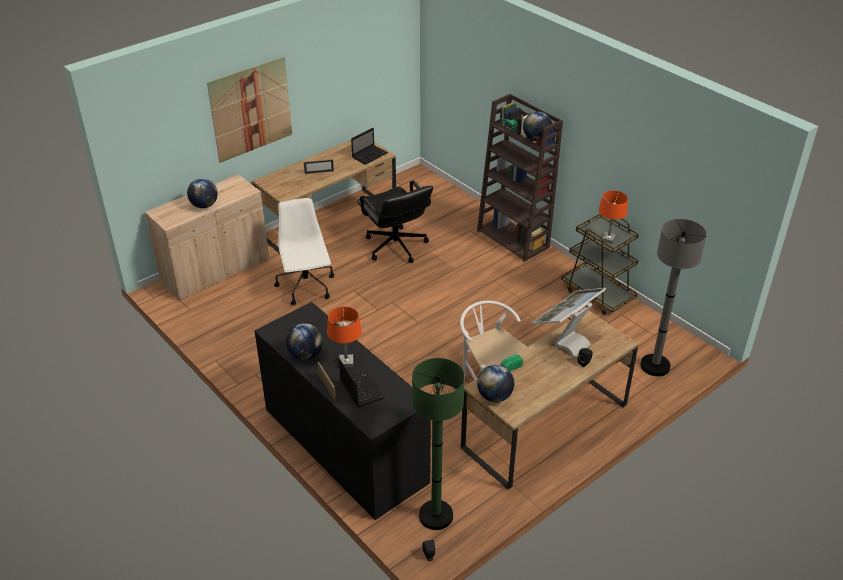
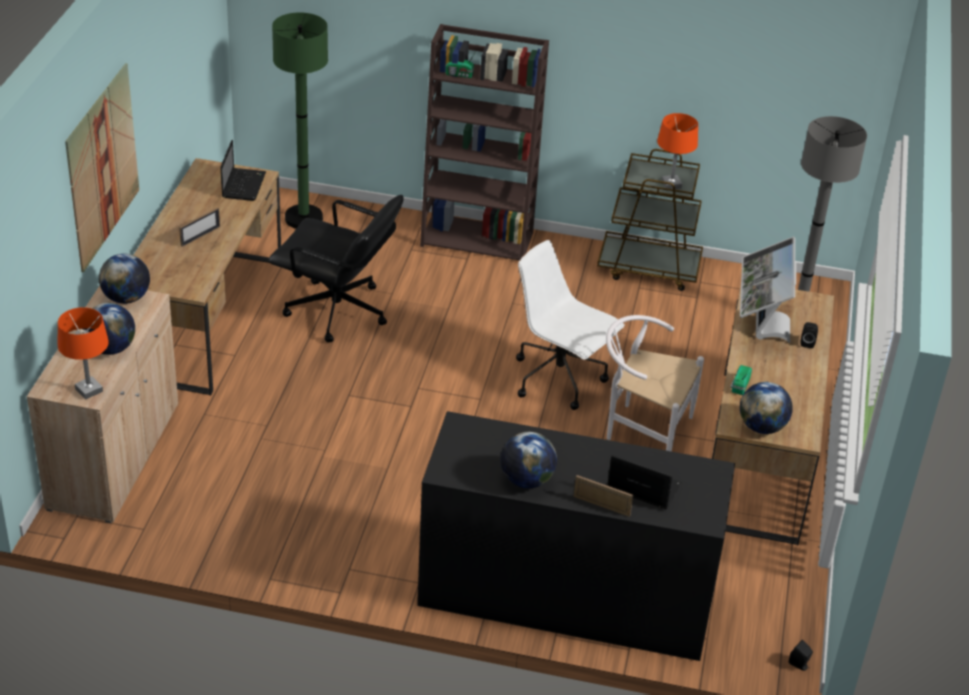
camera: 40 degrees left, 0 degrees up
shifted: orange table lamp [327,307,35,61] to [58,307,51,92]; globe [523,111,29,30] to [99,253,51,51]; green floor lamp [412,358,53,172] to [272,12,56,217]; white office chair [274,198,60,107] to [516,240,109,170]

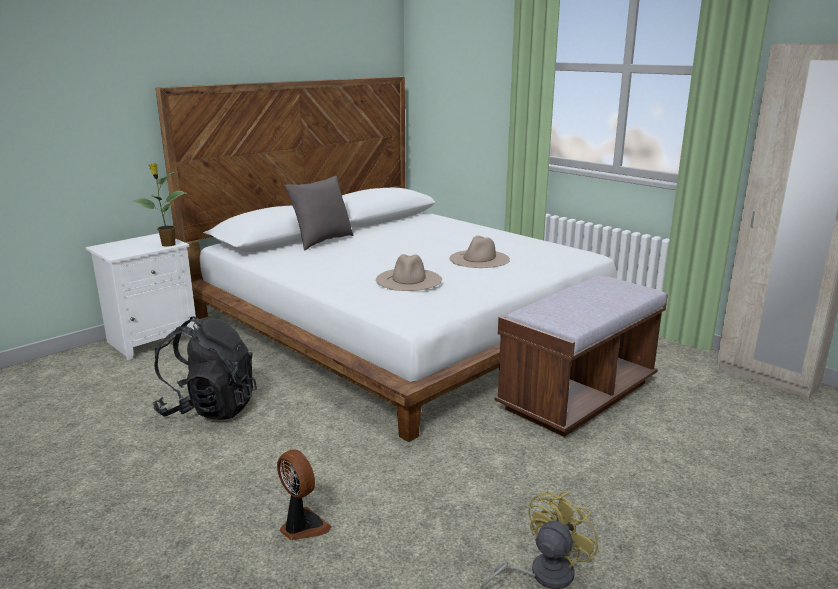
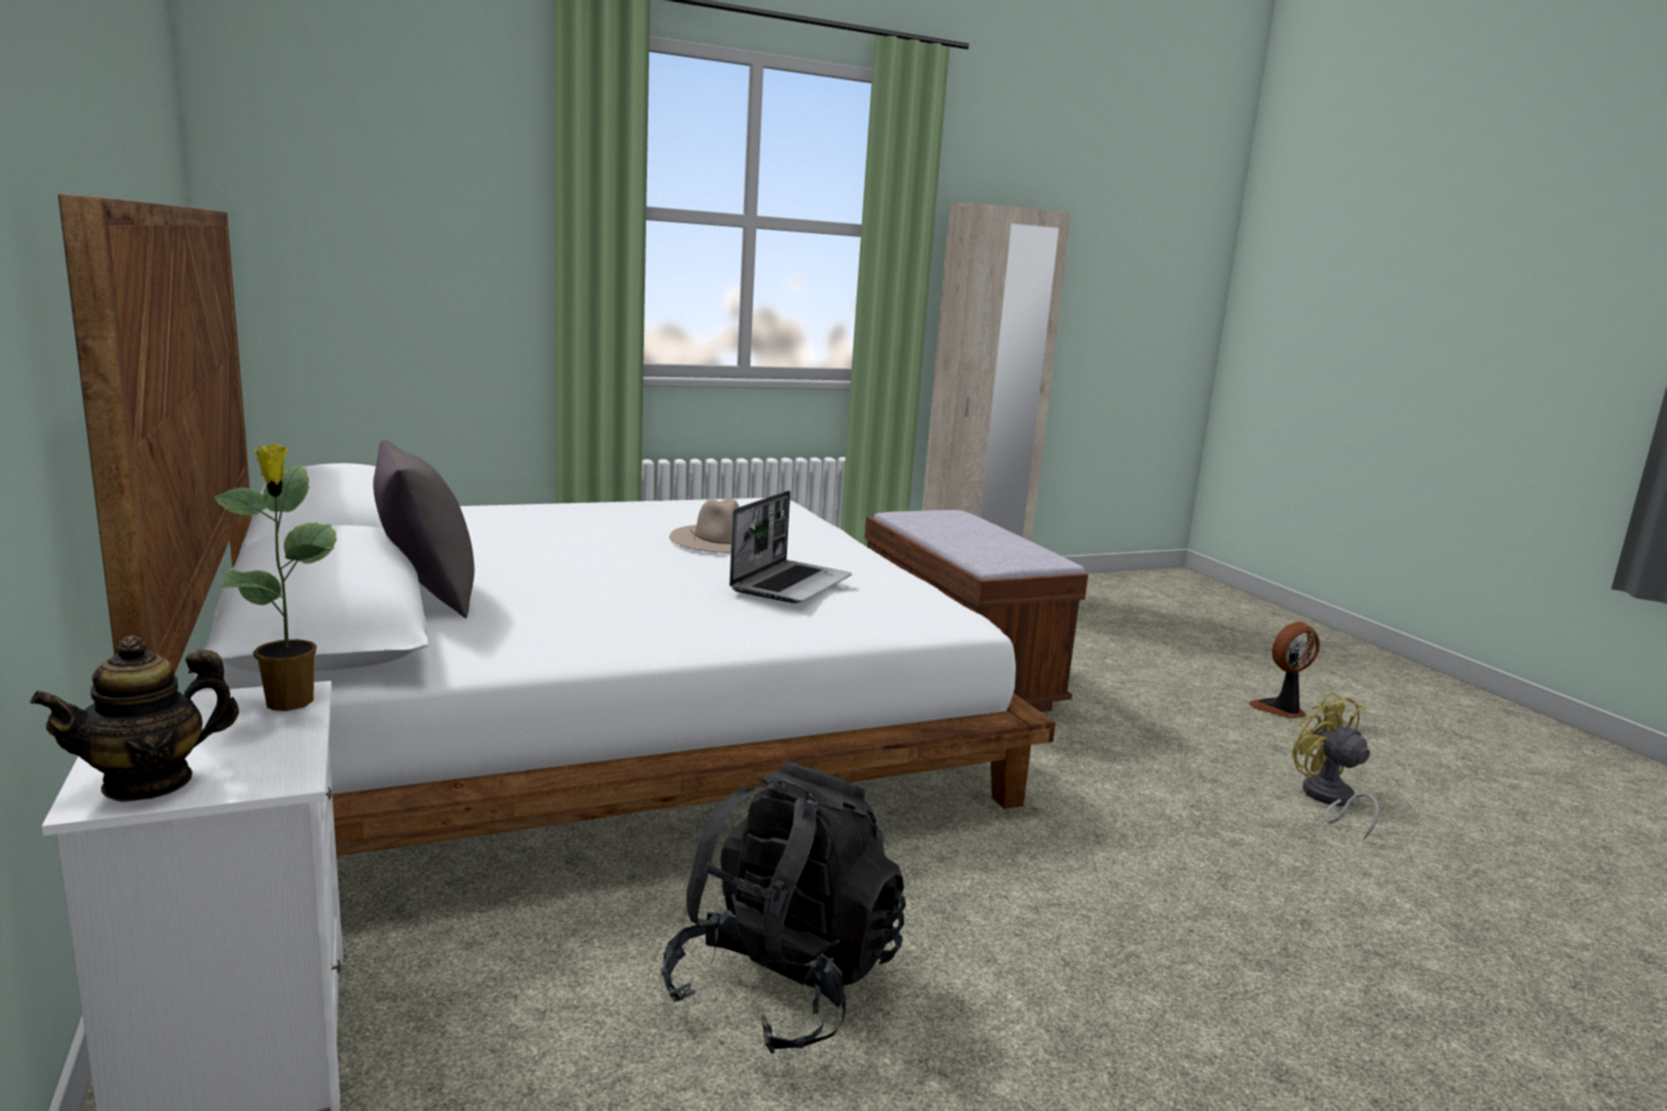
camera: 70 degrees left, 5 degrees down
new: teapot [30,636,209,166]
shifted: fan [277,449,55,91] to [1249,622,71,97]
swapped: beige hat [376,254,66,37] to laptop [730,491,122,112]

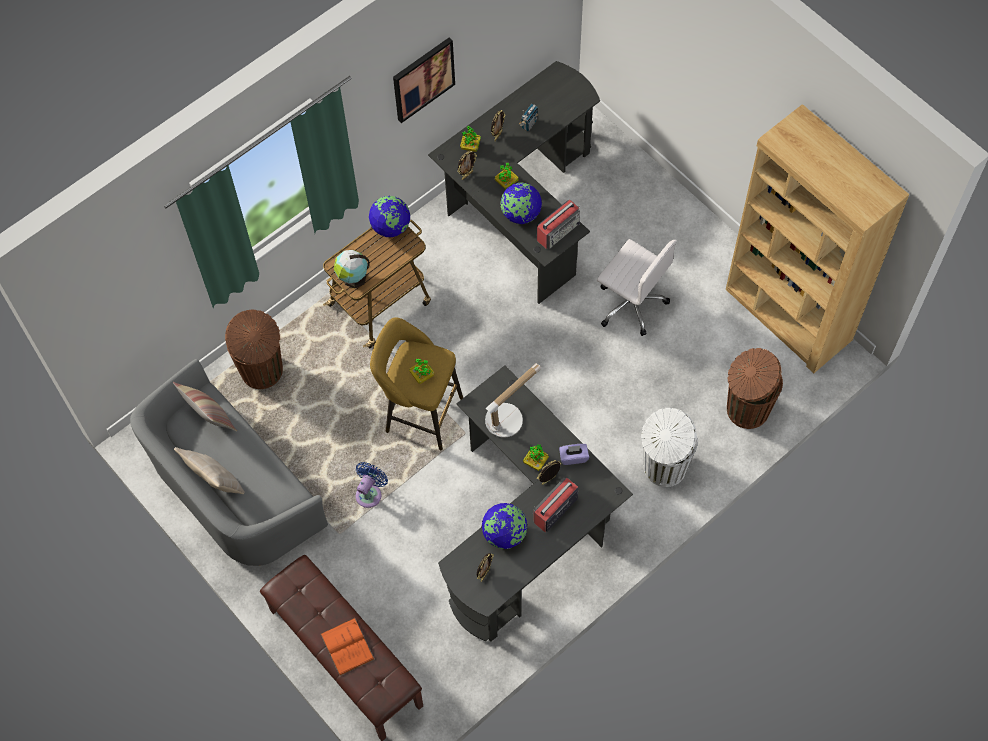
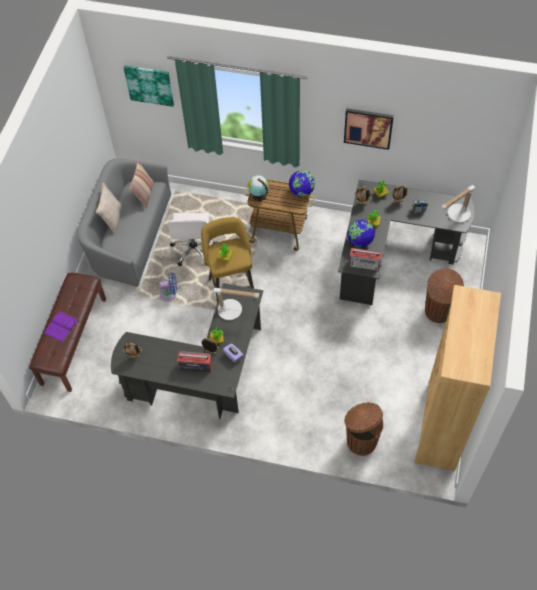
camera: 55 degrees right, 5 degrees down
gone: globe [482,503,45,46]; white trash can [641,408,57,79]
new: picture [123,65,51,42]; table lamp [441,185,34,38]
shifted: white office chair [597,239,80,97] to [167,213,50,53]; brown trash can [225,310,58,79] to [425,268,39,55]
repainted: orange book [321,618,54,58] to purple book [44,311,35,32]

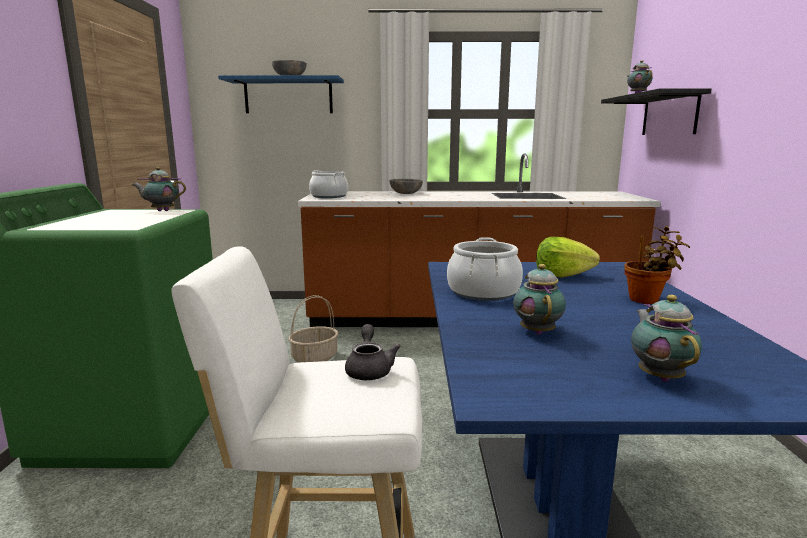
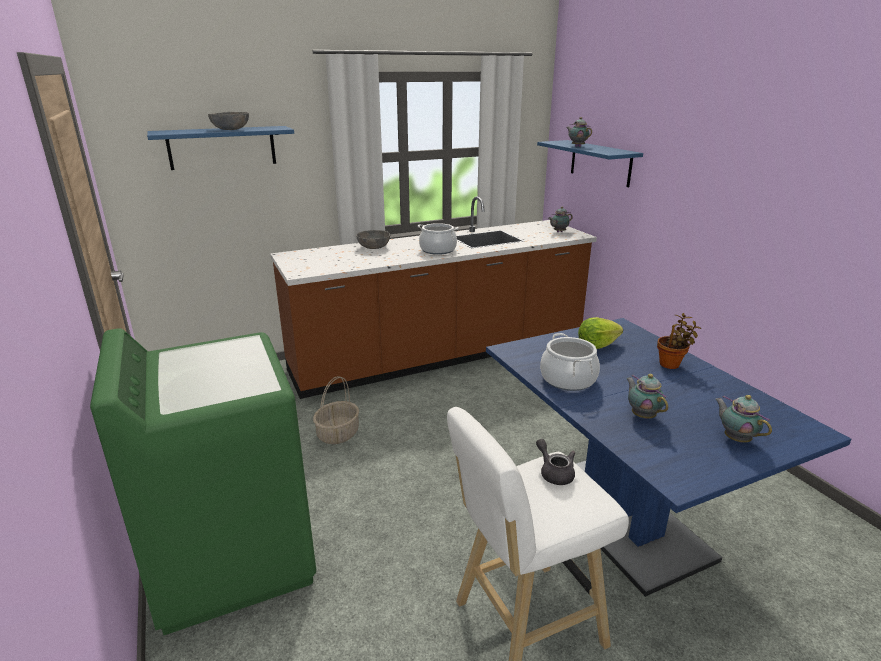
camera: 25 degrees left, 10 degrees up
shifted: cooking pot [309,170,39,28] to [418,223,41,32]; teapot [132,167,54,44] to [548,207,25,25]
repainted: black shelf [601,88,110,47] to blue shelf [537,140,106,47]

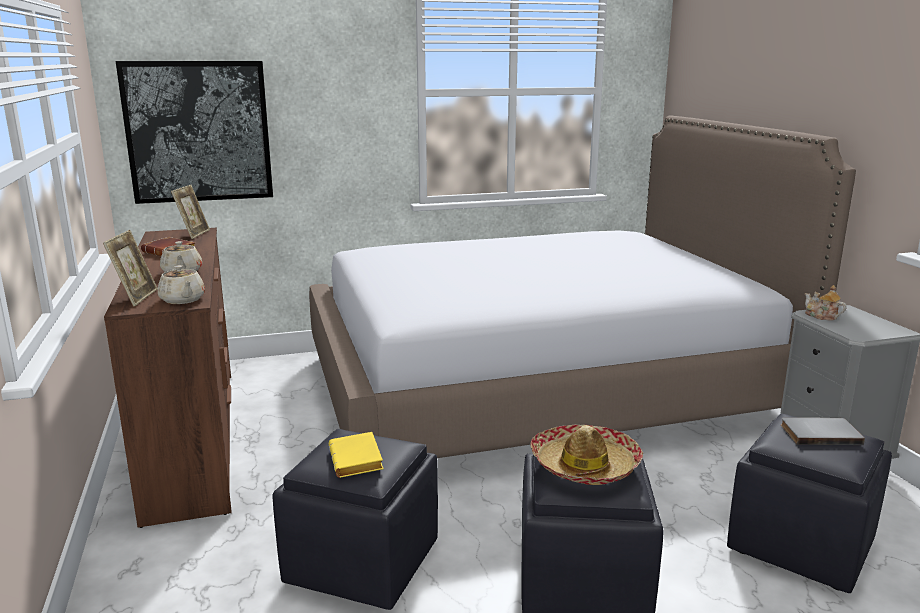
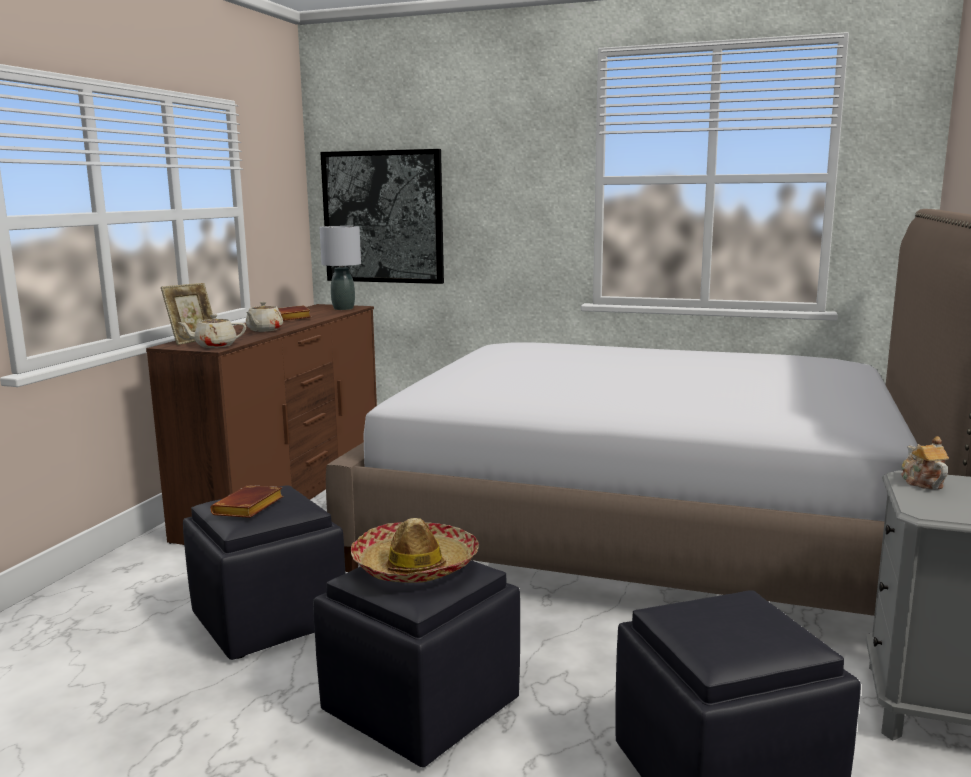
camera: 35 degrees right, 5 degrees down
gone: grey book [781,417,84,28]
swapped: picture frame [171,185,39,54] to grey table lamp [320,226,41,84]
repainted: yellow book [329,432,55,46] to brown book [210,485,73,33]
rotated: beige teapot [158,265,47,39] = [178,314,68,34] 75 degrees clockwise

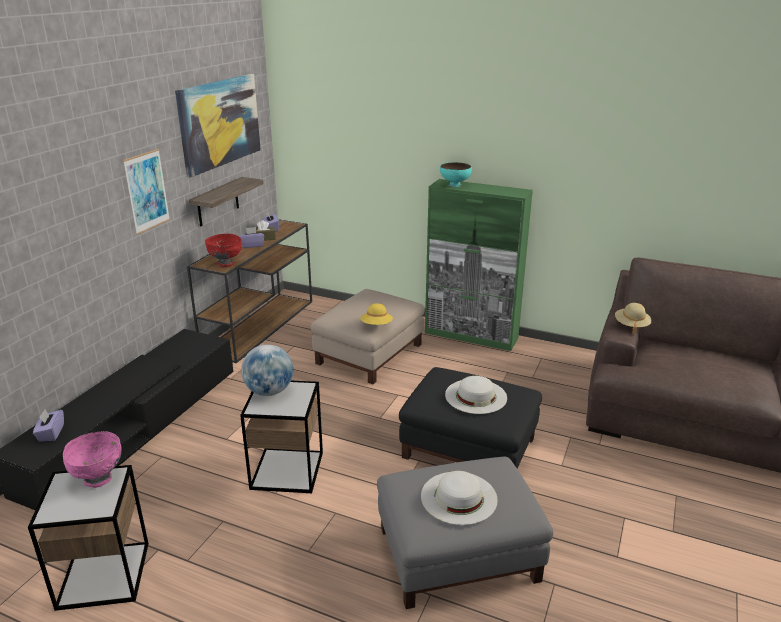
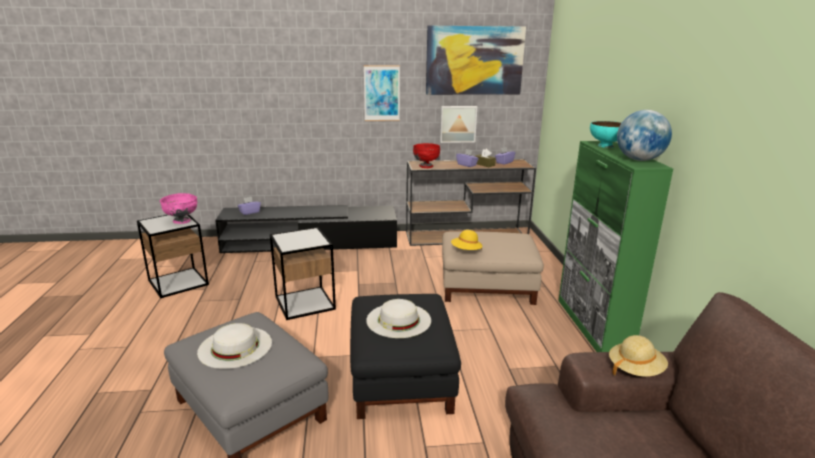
camera: 60 degrees right, 5 degrees down
shifted: globe [241,344,52,52] to [617,110,55,51]
swapped: shelf [189,177,74,50] to picture [440,106,37,37]

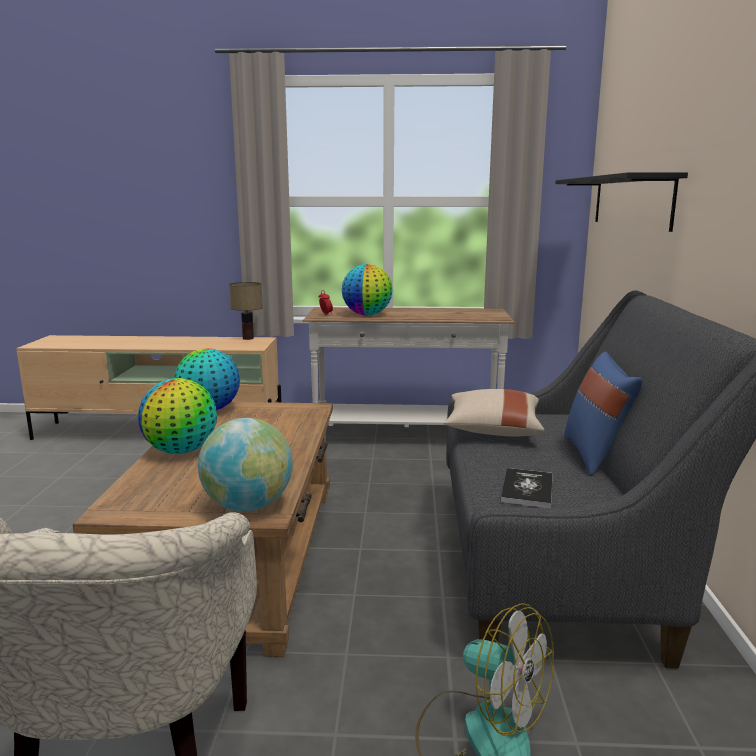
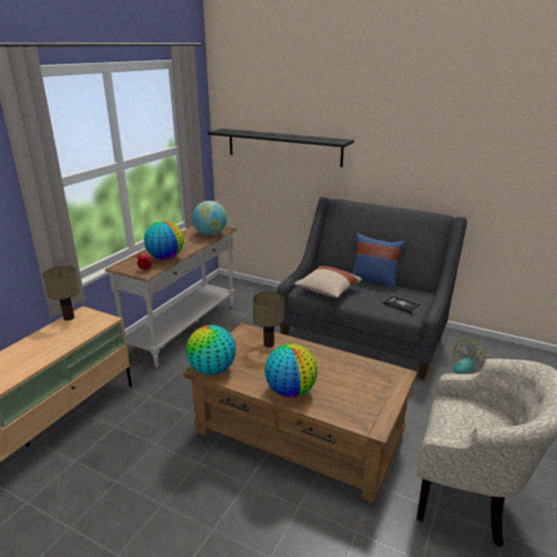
camera: 65 degrees left, 10 degrees up
new: table lamp [253,291,31,57]
shifted: globe [198,418,95,94] to [192,201,35,35]

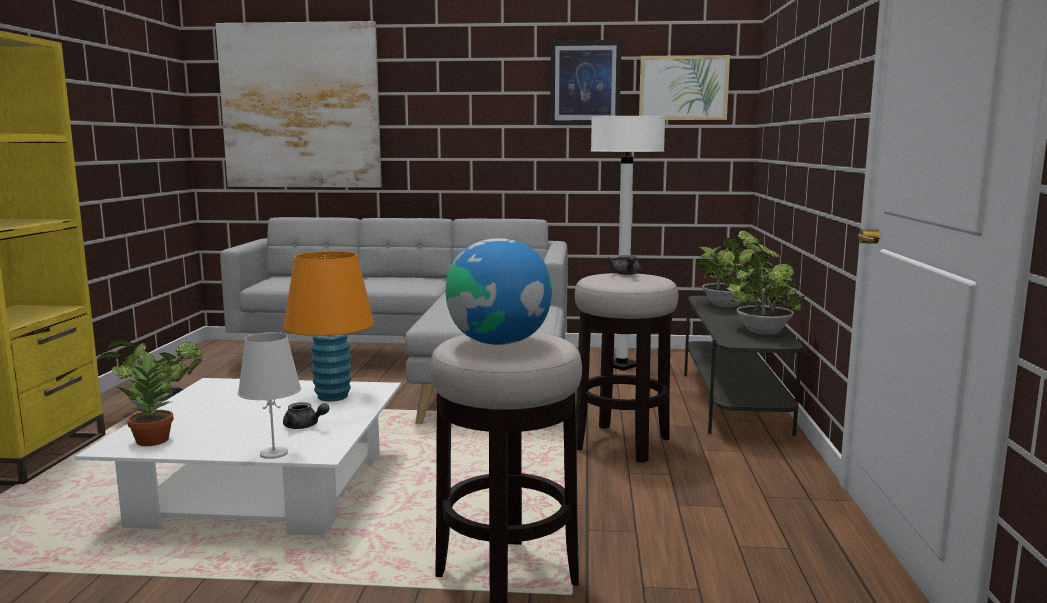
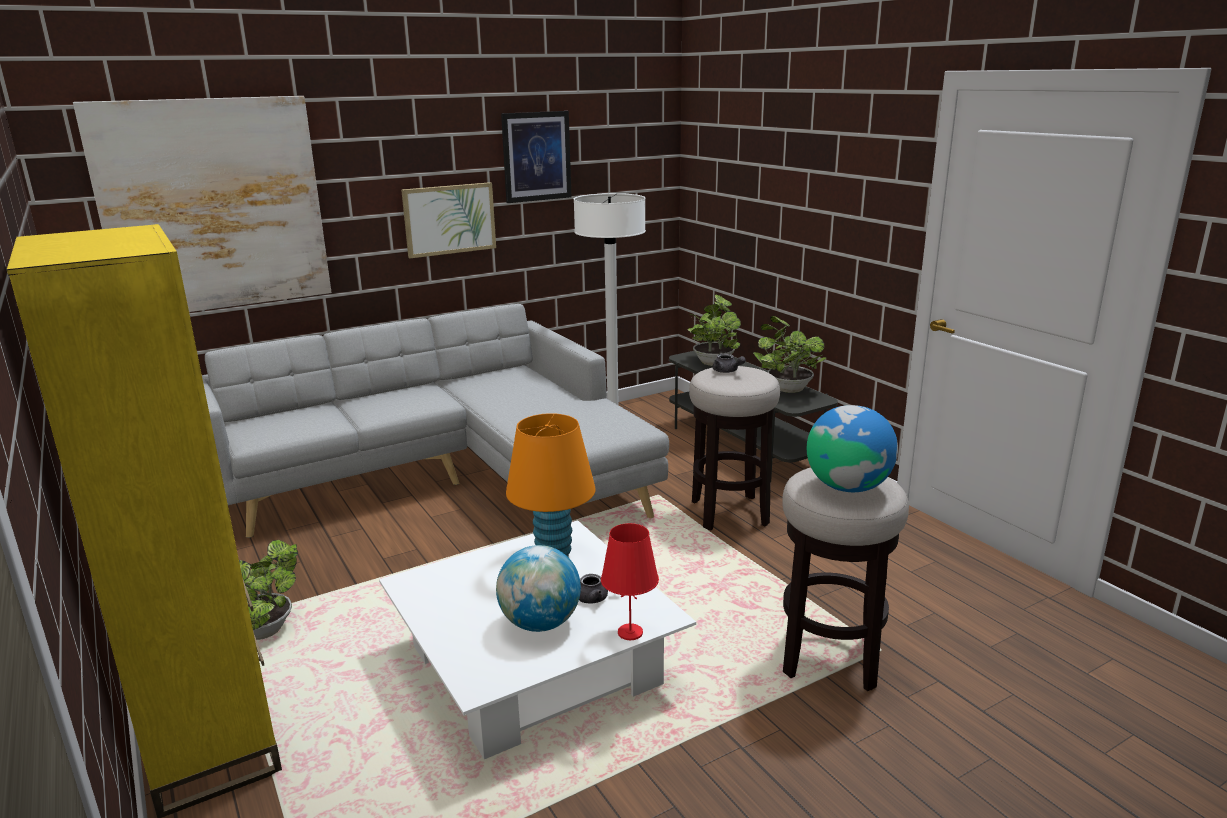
camera: 35 degrees left, 10 degrees up
gone: potted plant [126,354,48,92]
new: globe [496,545,85,87]
shifted: picture [639,55,91,65] to [401,182,95,76]
repainted: white table lamp [238,332,63,127] to red table lamp [601,523,58,117]

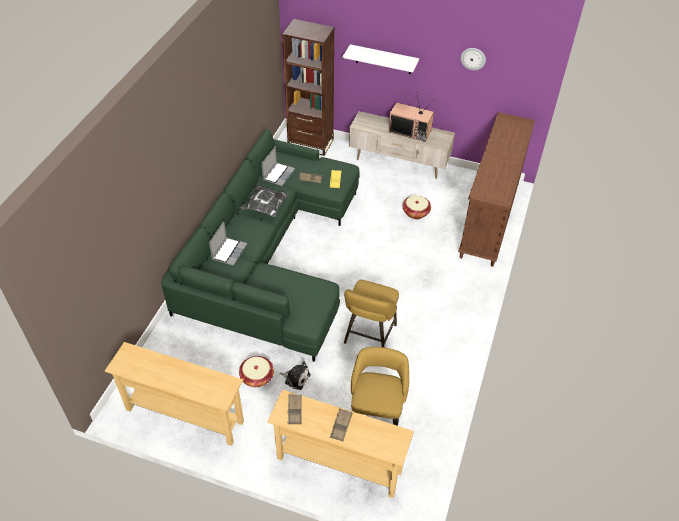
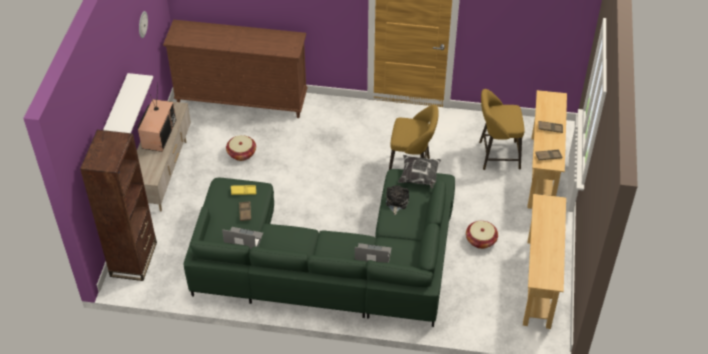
camera: 100 degrees left, 0 degrees up
shifted: plush toy [280,362,30,28] to [386,185,23,30]; pillow [239,185,50,32] to [398,155,43,34]

